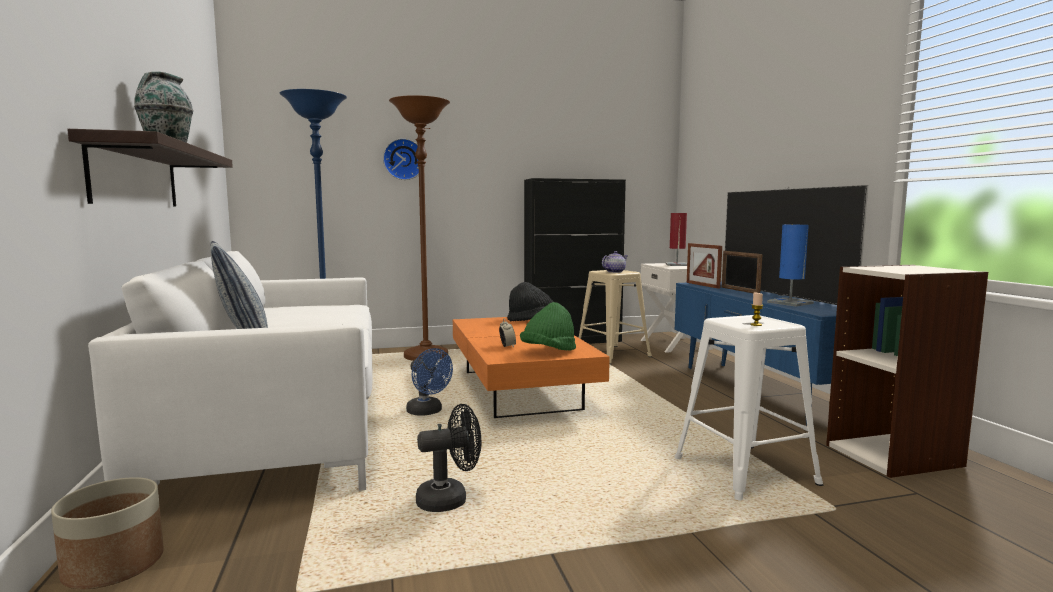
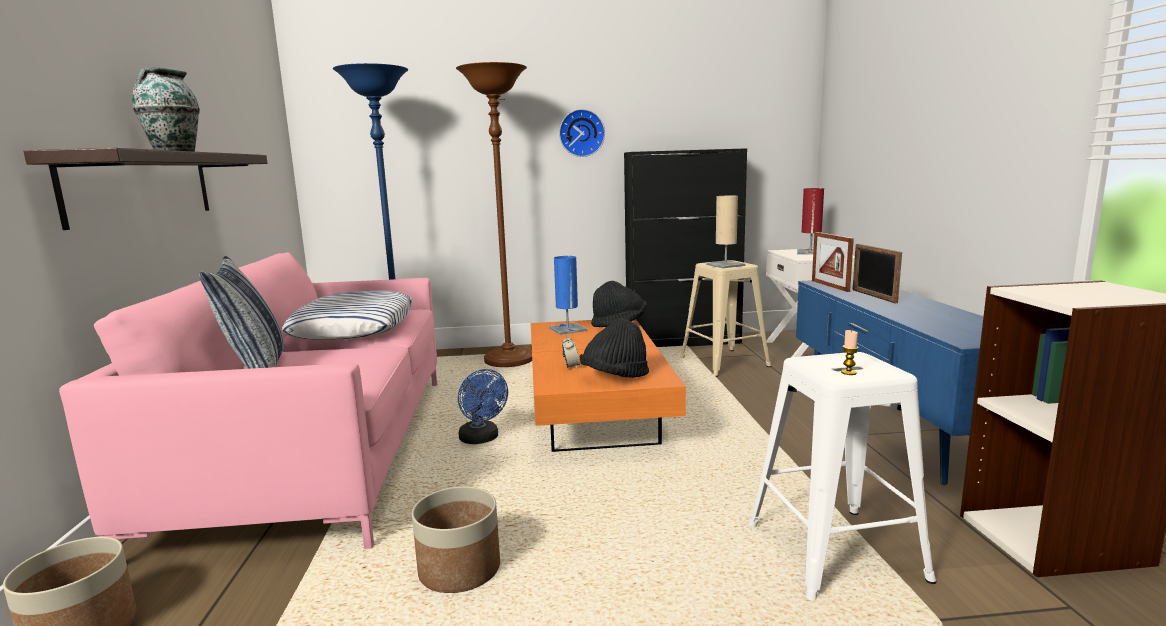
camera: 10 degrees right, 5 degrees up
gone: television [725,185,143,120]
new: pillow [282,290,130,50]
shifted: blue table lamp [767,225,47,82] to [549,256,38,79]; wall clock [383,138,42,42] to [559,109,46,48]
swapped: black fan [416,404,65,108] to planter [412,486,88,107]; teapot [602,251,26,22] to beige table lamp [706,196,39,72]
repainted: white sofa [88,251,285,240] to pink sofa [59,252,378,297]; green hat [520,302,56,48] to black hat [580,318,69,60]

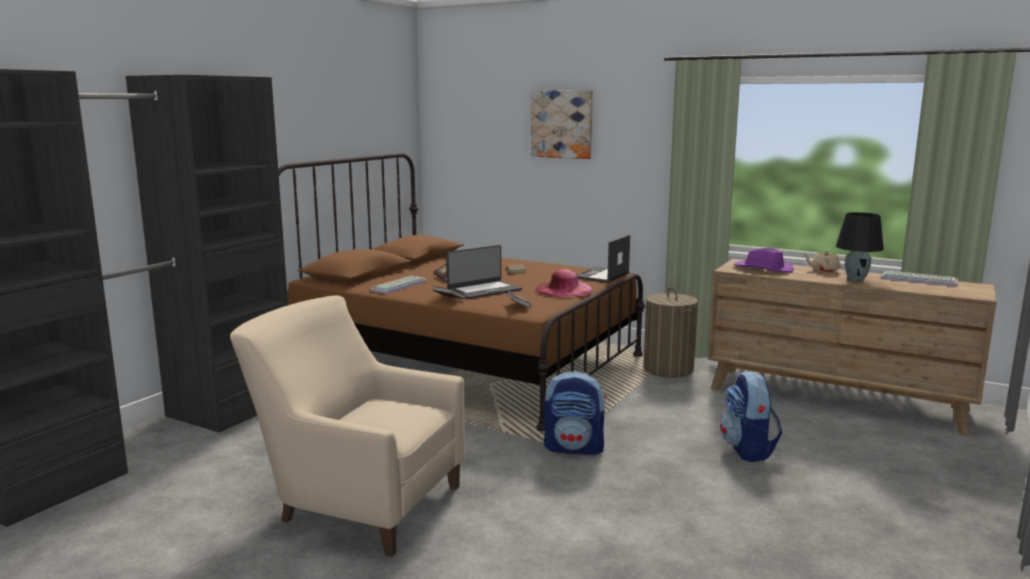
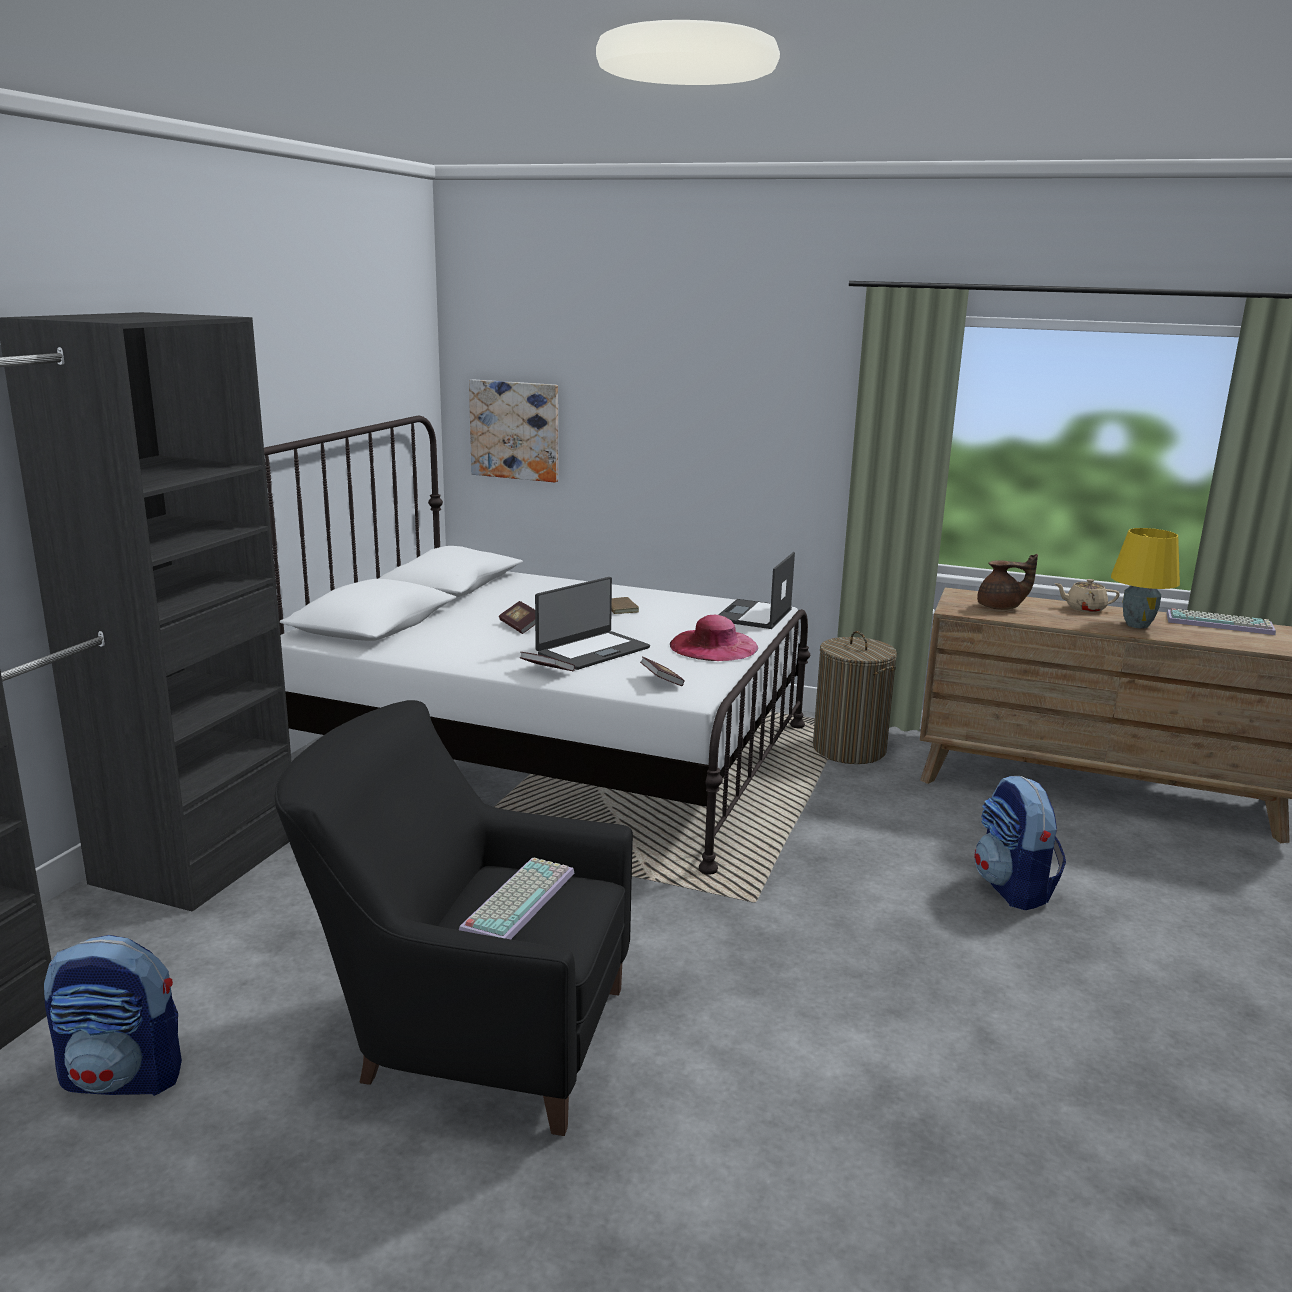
camera: 10 degrees left, 5 degrees up
shifted: backpack [544,371,63,85] to [44,935,138,161]; keyboard [370,276,57,18] to [459,858,115,81]; picture [531,90,62,69] to [469,379,89,103]
swapped: purple hat [734,248,60,25] to brown teapot [977,554,61,56]
repainted: brown bed [278,153,367,278] to white bed [264,416,546,459]; beige armchair [230,295,235,262] to black armchair [274,700,359,436]; black table lamp [836,212,48,69] to yellow table lamp [1111,528,69,101]

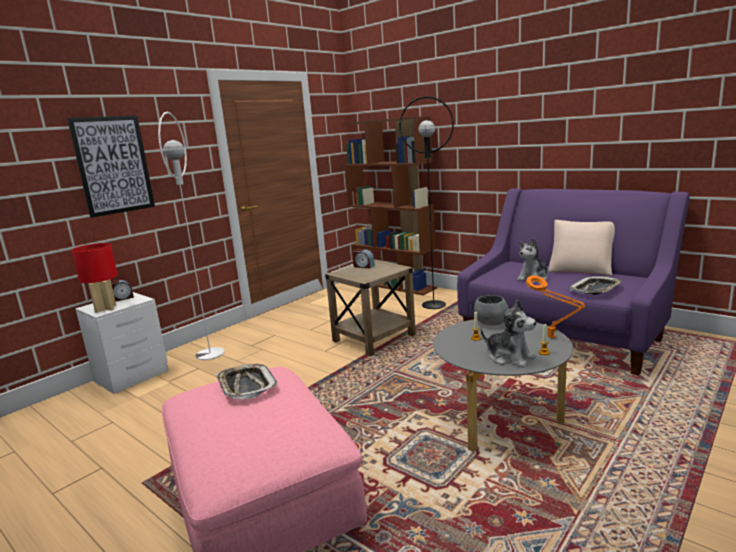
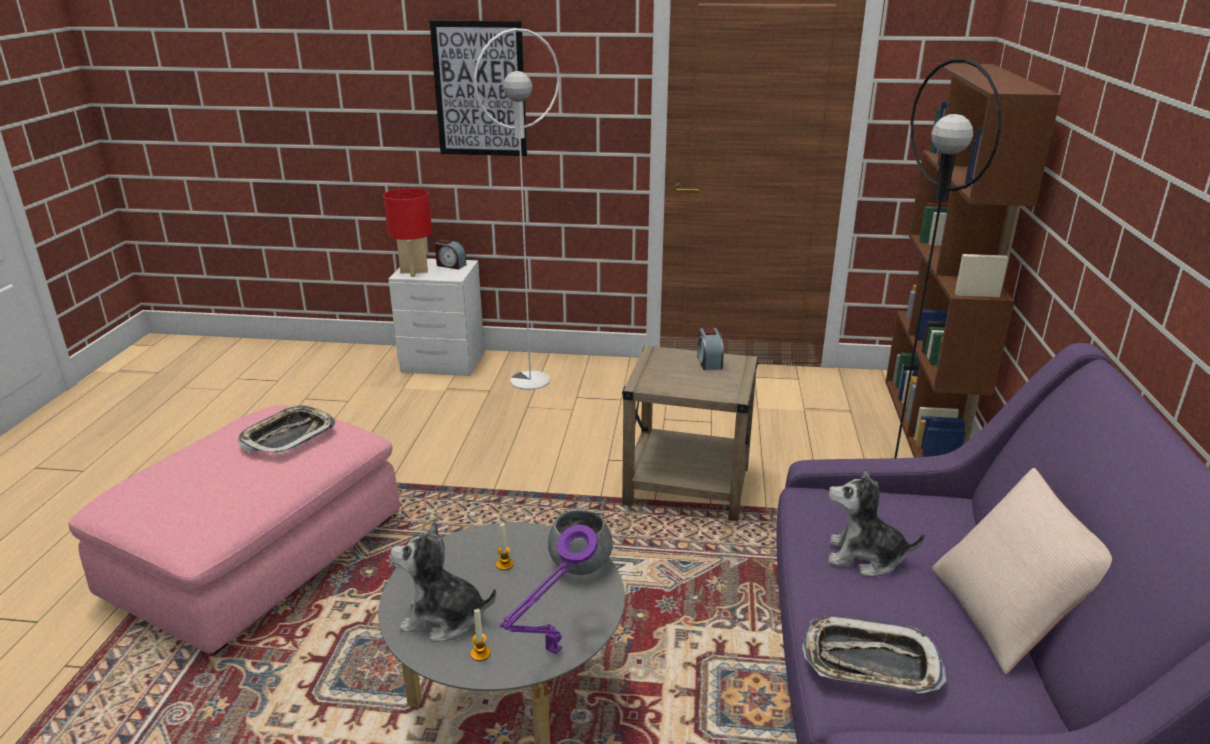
camera: 55 degrees right, 10 degrees up
repainted: orange table lamp [526,275,59,63] to purple table lamp [500,524,98,130]
rotated: plush toy [481,300,55,68] = [390,521,106,121] 90 degrees clockwise

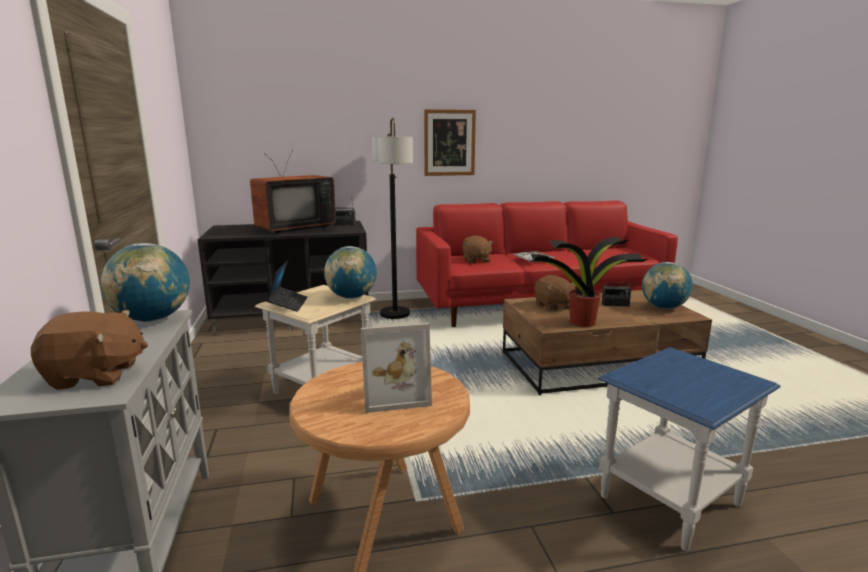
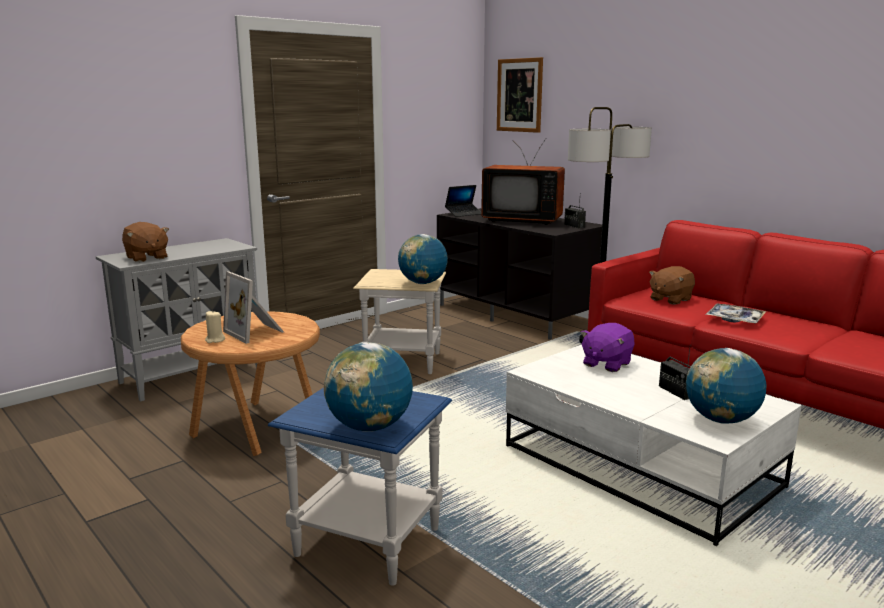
camera: 60 degrees right, 0 degrees up
gone: potted plant [531,237,117,90]
new: beige candle [205,310,20,33]
shifted: globe [101,243,89,79] to [324,342,89,90]; laptop [267,261,41,51] to [445,185,36,32]; picture [424,109,52,67] to [497,57,46,76]
repainted: brown coffee table [503,290,209,105] to white coffee table [506,345,296,201]; brown plush toy [534,275,42,36] to purple plush toy [580,323,54,49]

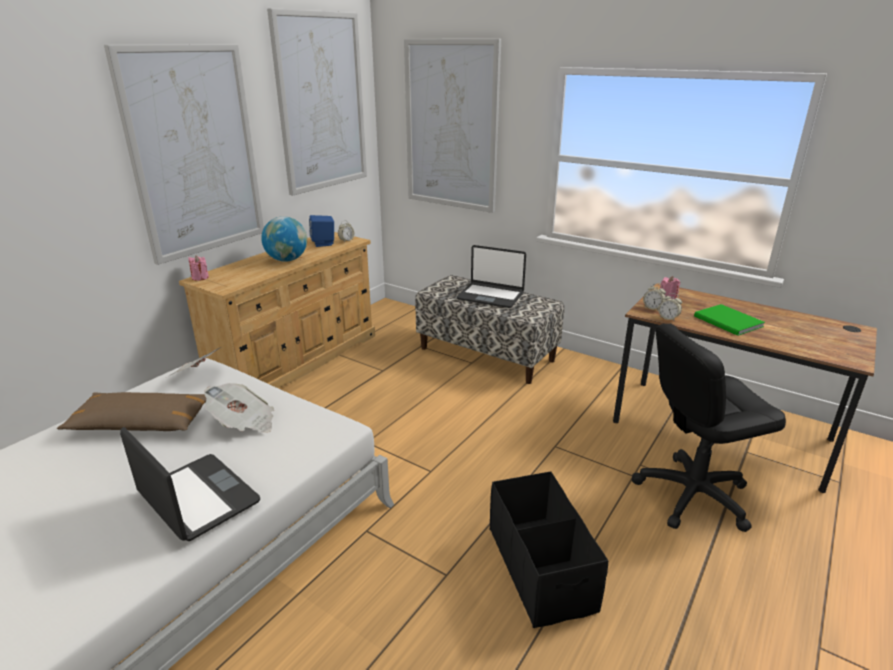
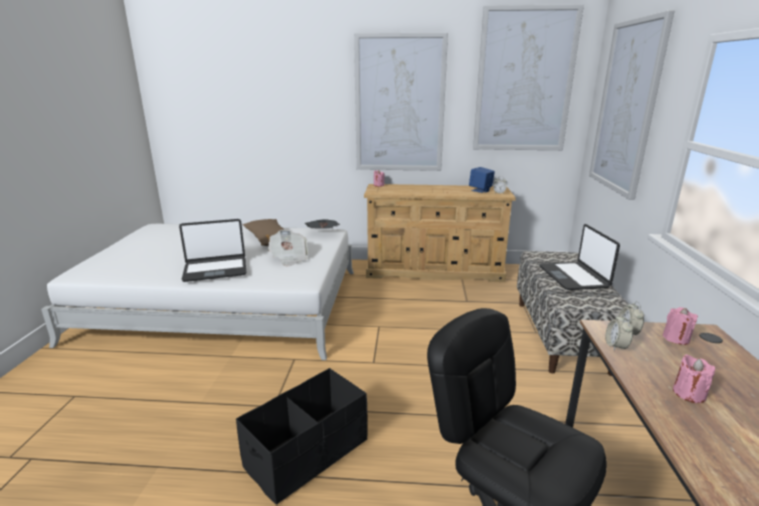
camera: 60 degrees right, 5 degrees down
gone: globe [261,216,46,46]
swapped: green book [694,304,71,32] to pink candle [673,354,42,49]
rotated: laptop [120,427,140,114] = [179,219,67,63] 60 degrees clockwise

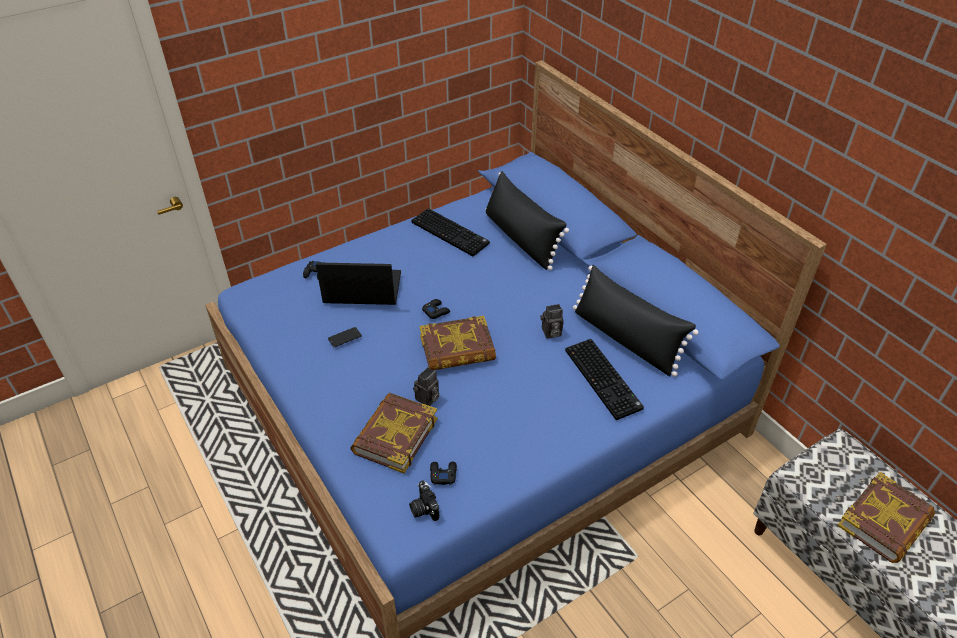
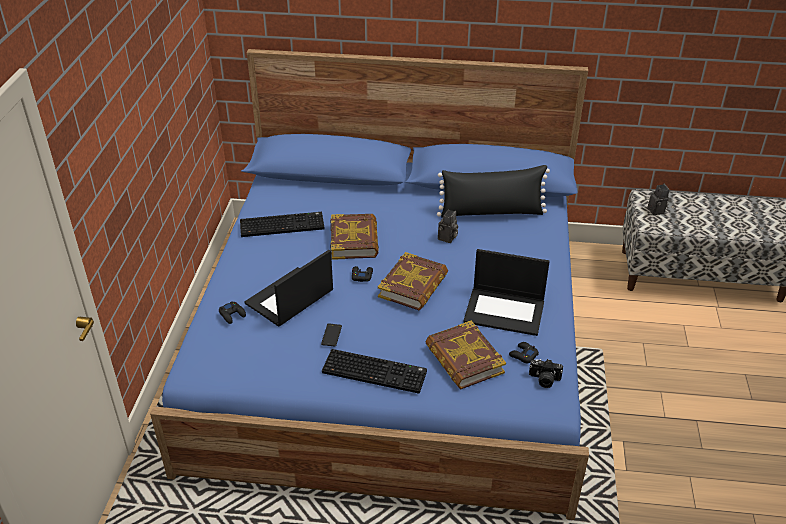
camera: 50 degrees left, 5 degrees down
gone: black pillow [486,171,83,99]
new: laptop [463,249,87,87]
shifted: keyboard [565,339,79,81] to [322,349,105,45]; book [837,472,98,91] to [330,214,49,46]; photo camera [413,367,27,39] to [648,184,21,31]

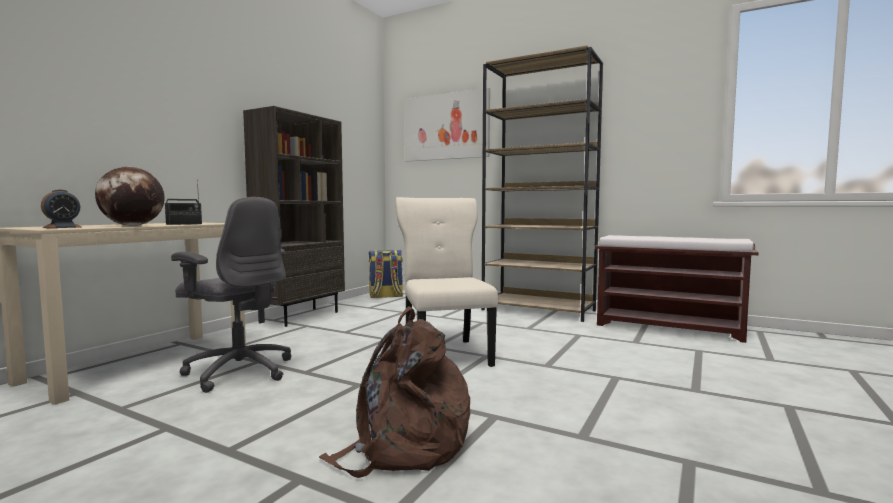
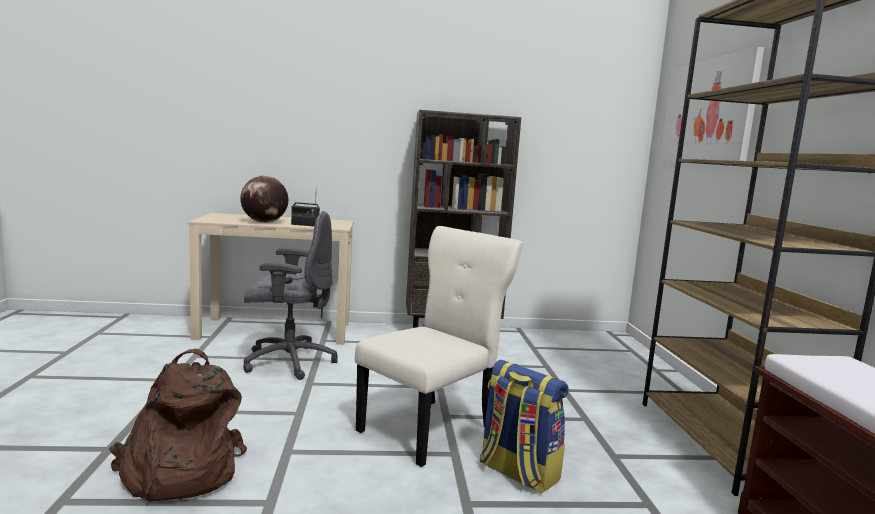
camera: 55 degrees right, 5 degrees up
gone: alarm clock [41,189,40,39]
shifted: backpack [369,250,34,48] to [480,360,89,134]
rotated: grey office chair [171,197,120,196] = [243,211,95,169] 90 degrees counterclockwise

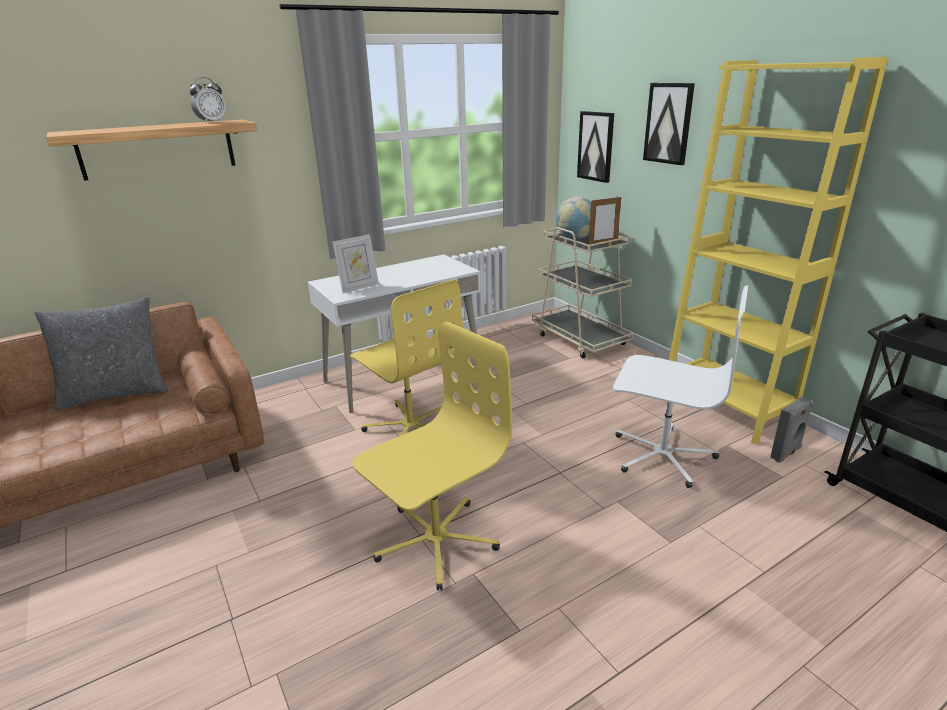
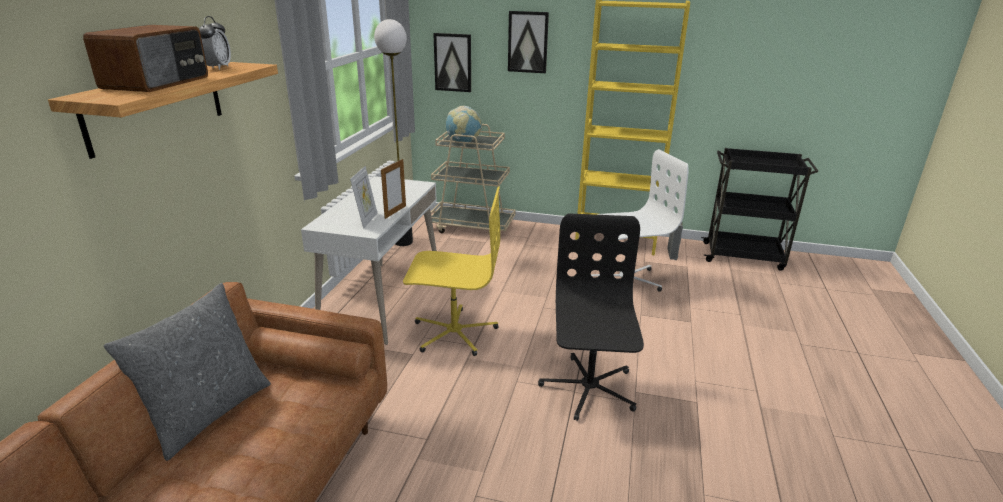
camera: 45 degrees left, 0 degrees up
new: radio [83,25,125,67]; floor lamp [374,19,39,227]
shifted: picture frame [589,196,32,50] to [381,159,25,60]
repainted: yellow office chair [352,321,160,270] to black office chair [538,213,106,208]

